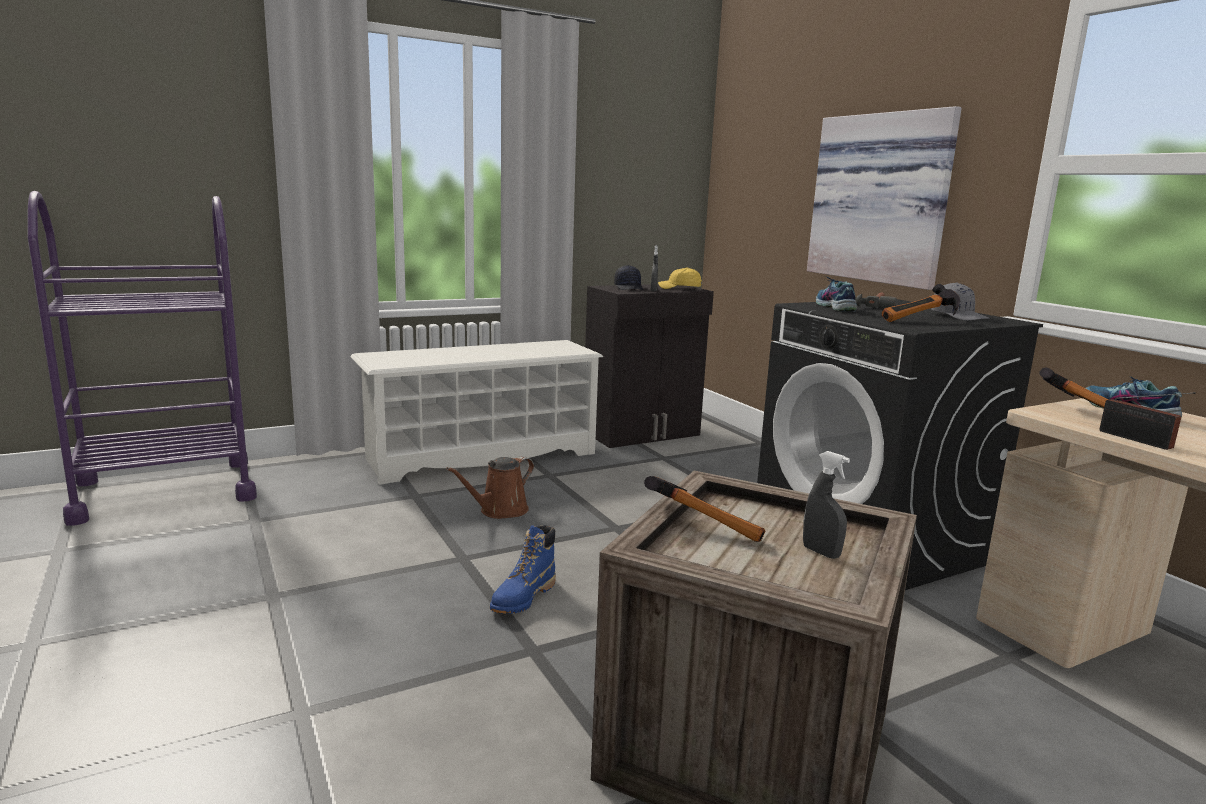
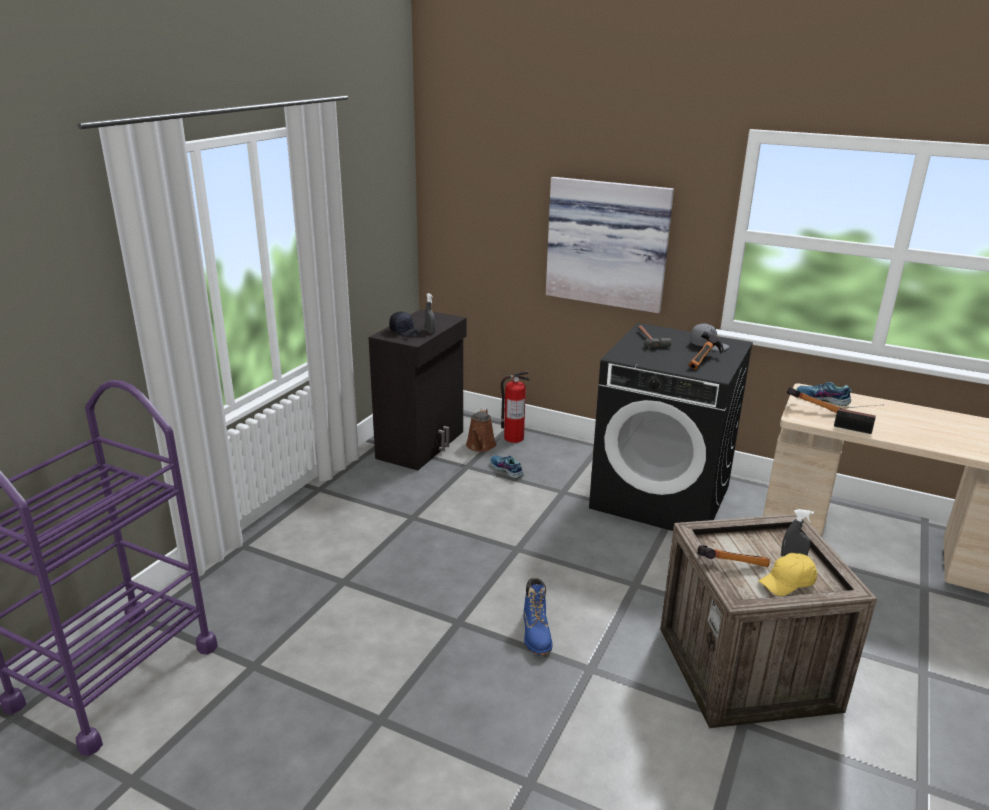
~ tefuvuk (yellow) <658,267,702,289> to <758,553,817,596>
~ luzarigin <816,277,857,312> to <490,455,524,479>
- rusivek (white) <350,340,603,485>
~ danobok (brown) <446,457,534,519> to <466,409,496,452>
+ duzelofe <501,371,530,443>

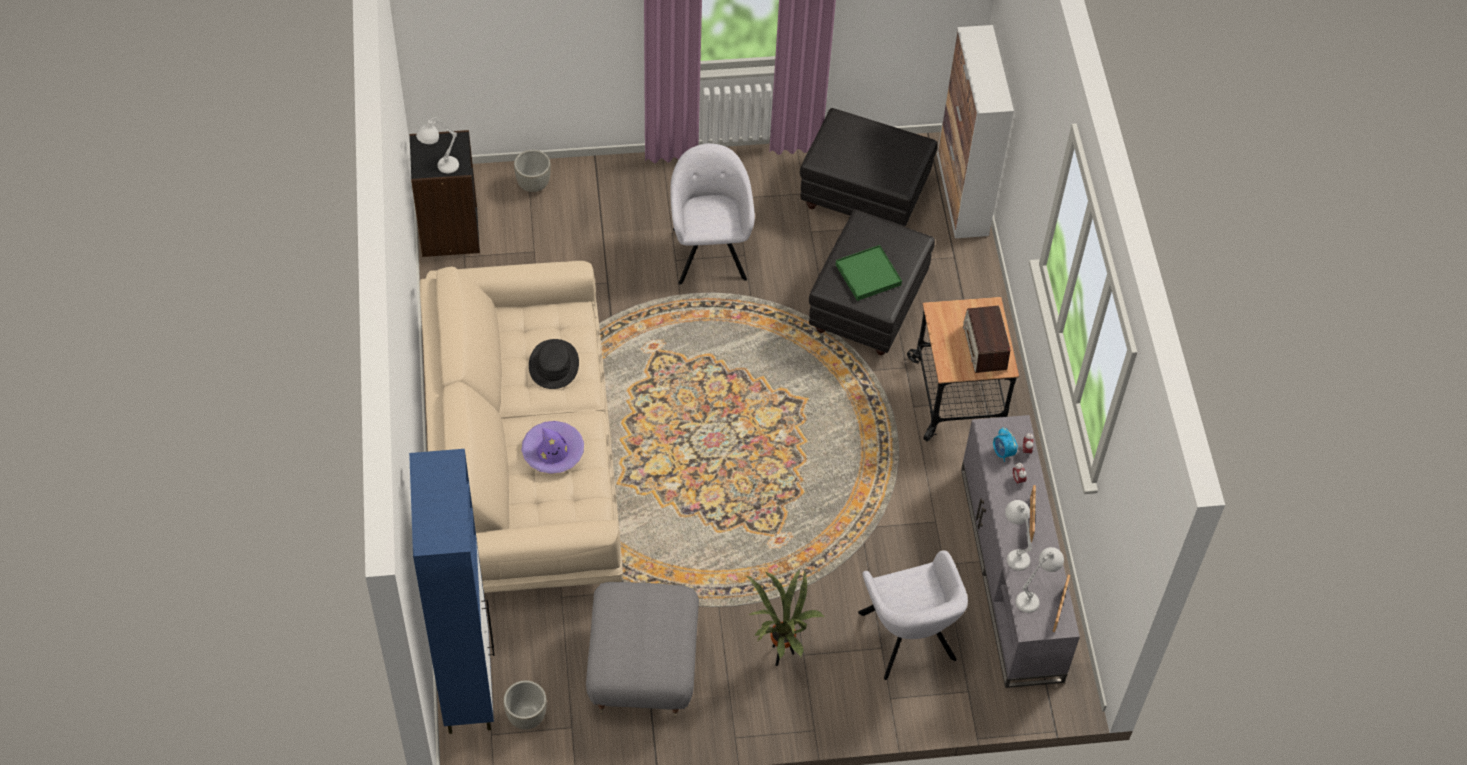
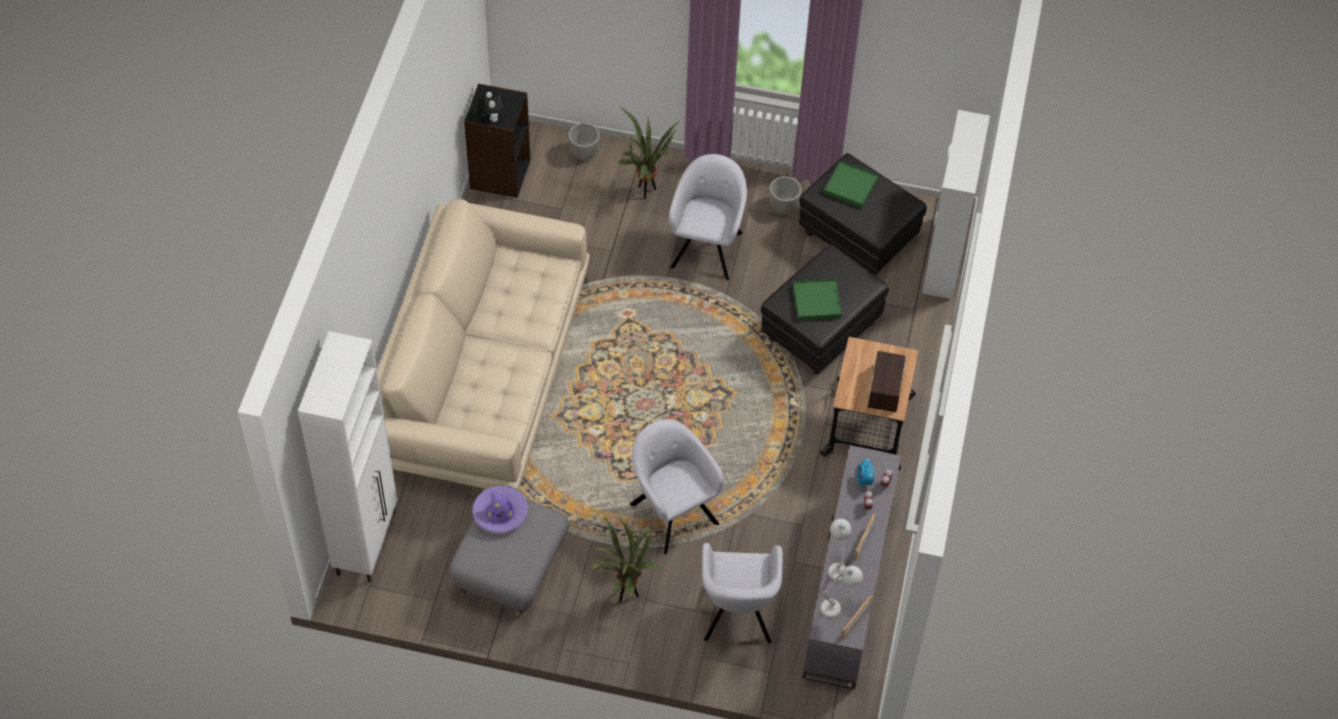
~ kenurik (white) <416,117,459,173> to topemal <478,92,503,122>
- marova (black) <529,339,579,389>
~ marova (purple) <522,421,584,474> to <472,485,528,533>
~ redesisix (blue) <409,449,494,734> to redesisix (white) <298,331,397,582>
~ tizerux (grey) <503,680,547,730> to <769,177,802,214>
+ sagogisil <617,106,678,199>
+ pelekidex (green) <823,160,879,208>
+ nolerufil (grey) <630,419,724,554>

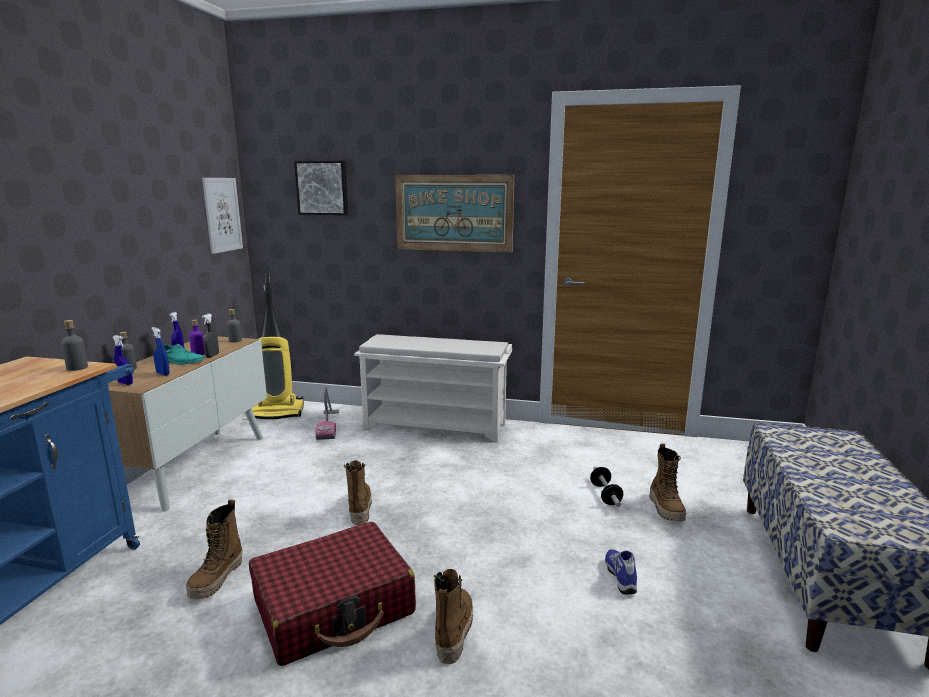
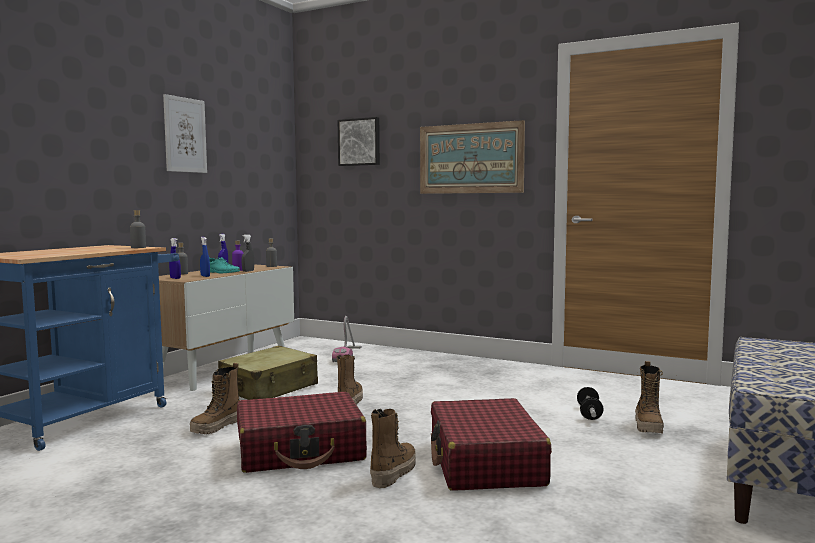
~ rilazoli <202,178,243,254> to <163,94,207,173>
- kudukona <252,273,304,420>
- rusivek (white) <354,334,512,442>
- luzarigin <605,549,637,595>
+ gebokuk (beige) <218,346,318,400>
+ gebokuk (red) <431,398,552,491>

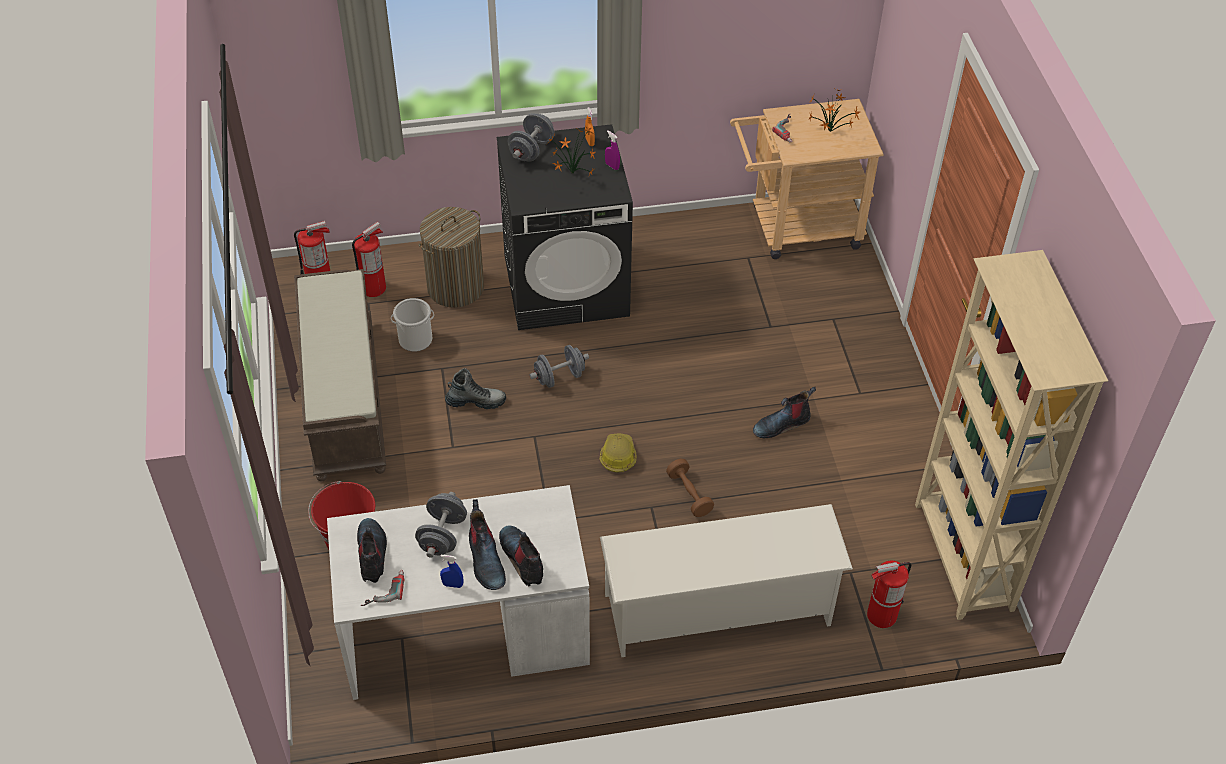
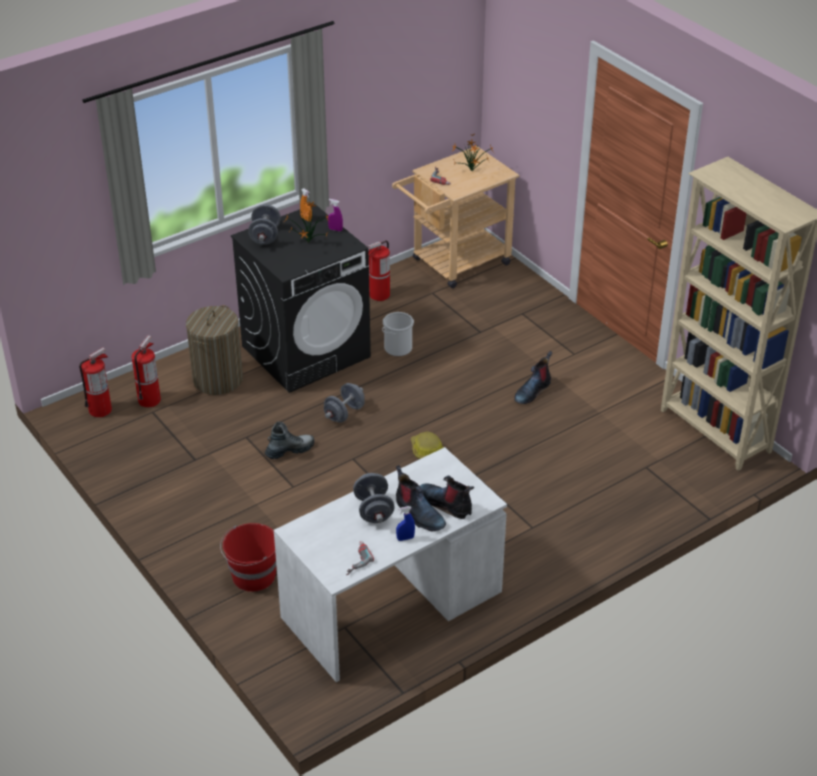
- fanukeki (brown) <294,269,386,482>
~ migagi <391,298,434,352> to <382,312,414,356>
- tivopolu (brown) <666,459,714,517>
- rusivek (white) <600,504,853,657>
- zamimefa <357,518,387,583>
~ duzelofe <867,561,911,628> to <367,240,391,301>

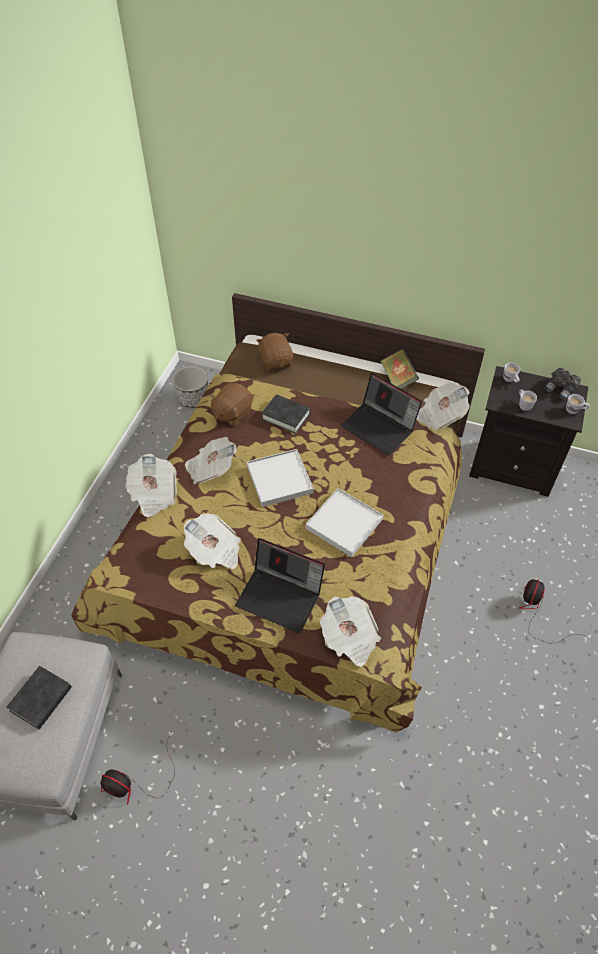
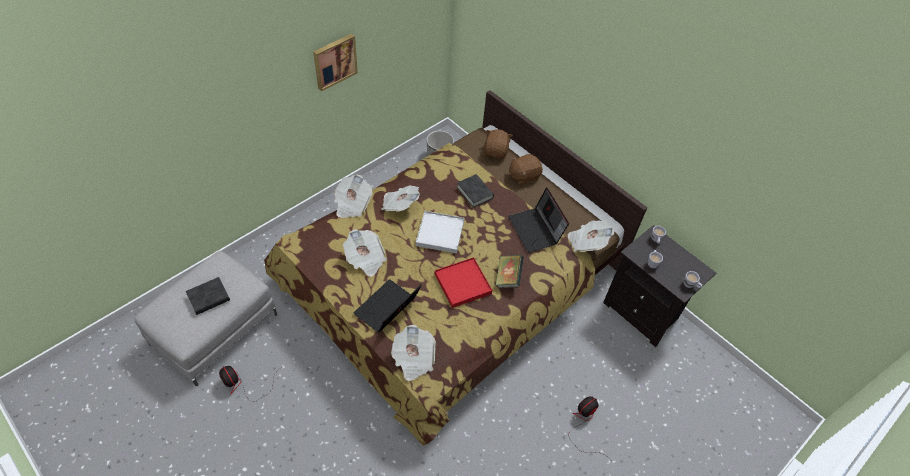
~ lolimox <381,349,419,389> to <496,255,524,288>
- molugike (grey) <545,368,581,400>
~ topemal (brown) <209,383,253,426> to <509,154,543,186>
~ pelekidex (white) <306,488,383,557> to pelekidex (red) <435,257,492,308>
~ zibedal <235,538,325,633> = <354,279,422,333> 75 degrees clockwise
+ rilazoli <313,33,358,92>

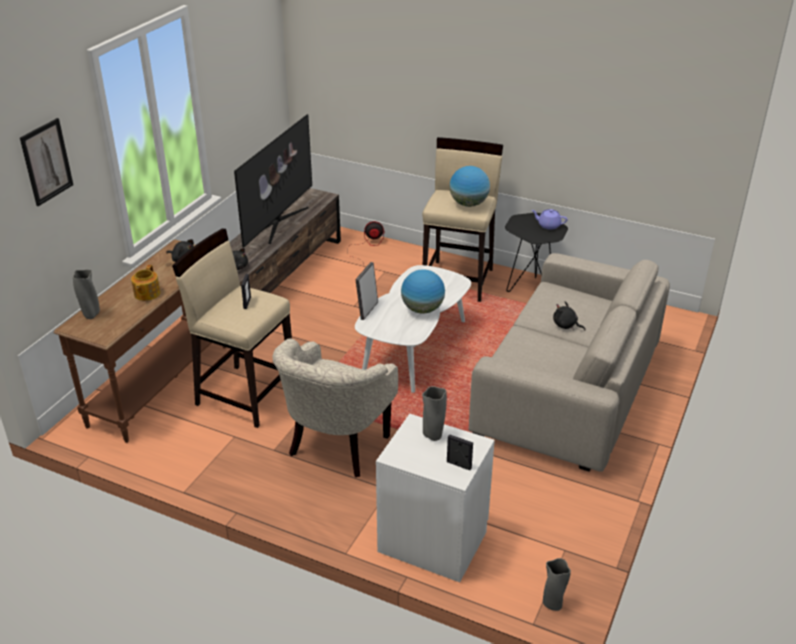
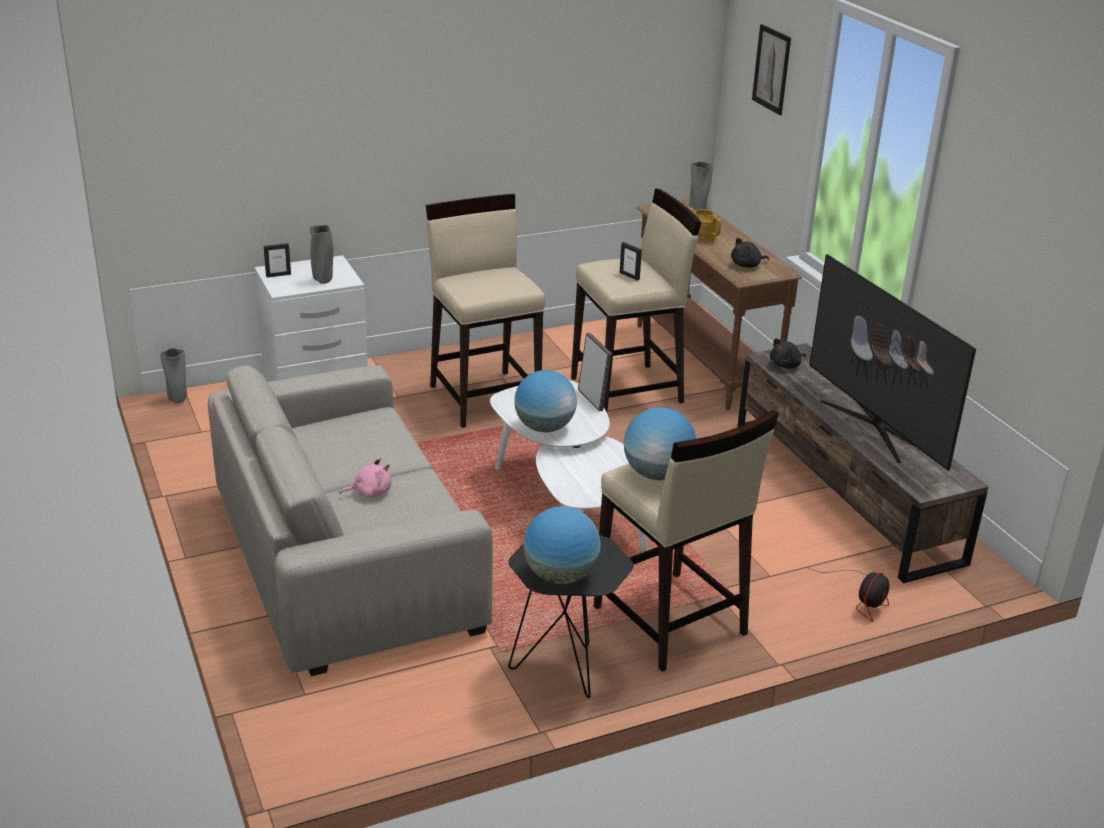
~ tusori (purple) <532,209,568,229> to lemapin <523,506,601,584>
~ topemal (black) <553,301,585,331> to topemal (pink) <339,458,392,498>
~ nolerufil (beige) <273,338,398,477> to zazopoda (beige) <426,194,545,428>

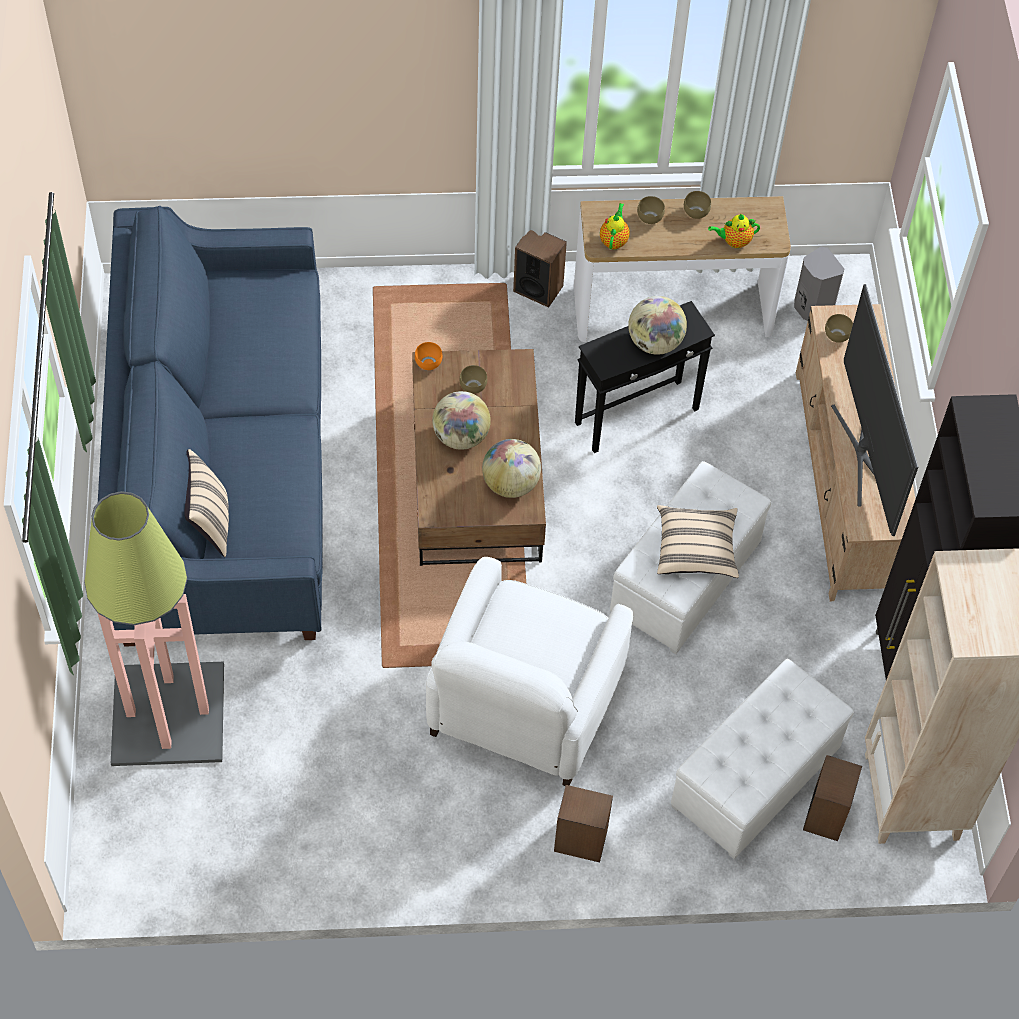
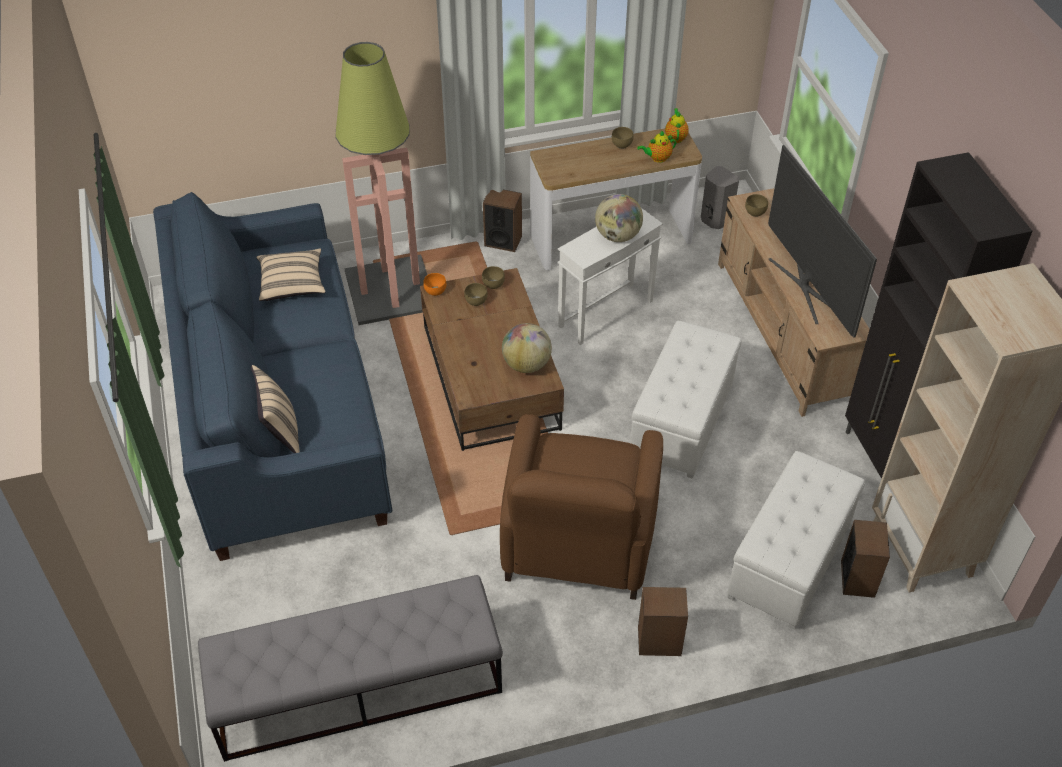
~ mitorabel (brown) <637,196,665,224> to <482,266,505,289>
~ tusori <600,203,630,249> to <665,108,689,143>
~ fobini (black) <575,301,715,453> to fobini (white) <558,208,663,345>
- lemapin <432,391,491,450>
~ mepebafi <84,491,224,766> to <335,42,427,325>
~ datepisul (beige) <657,505,739,578> to <256,248,326,301>
~ nolerufil (white) <426,557,633,786> to nolerufil (brown) <500,414,663,600>
+ fanukeki (grey) <198,575,503,762>

